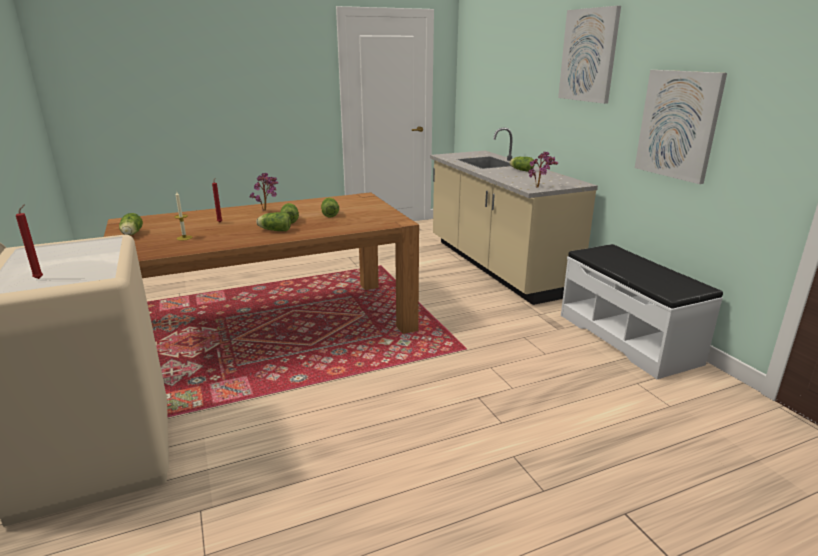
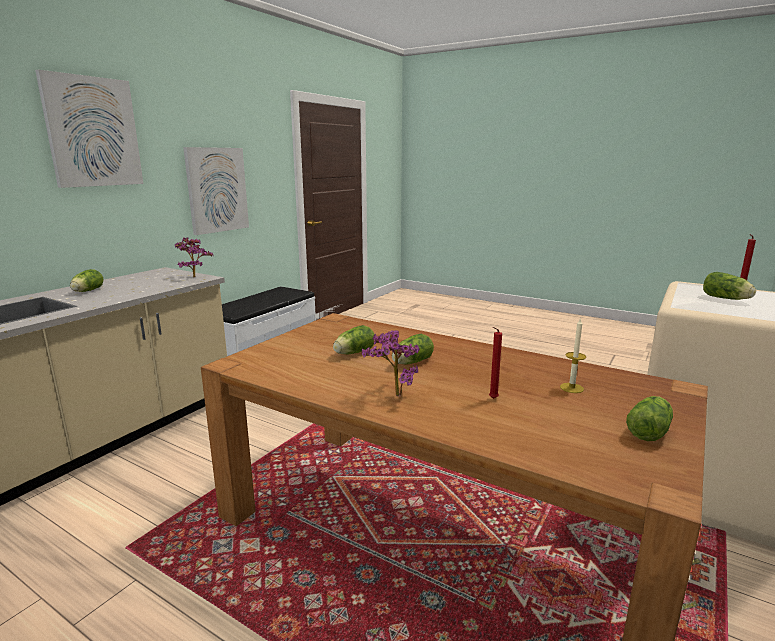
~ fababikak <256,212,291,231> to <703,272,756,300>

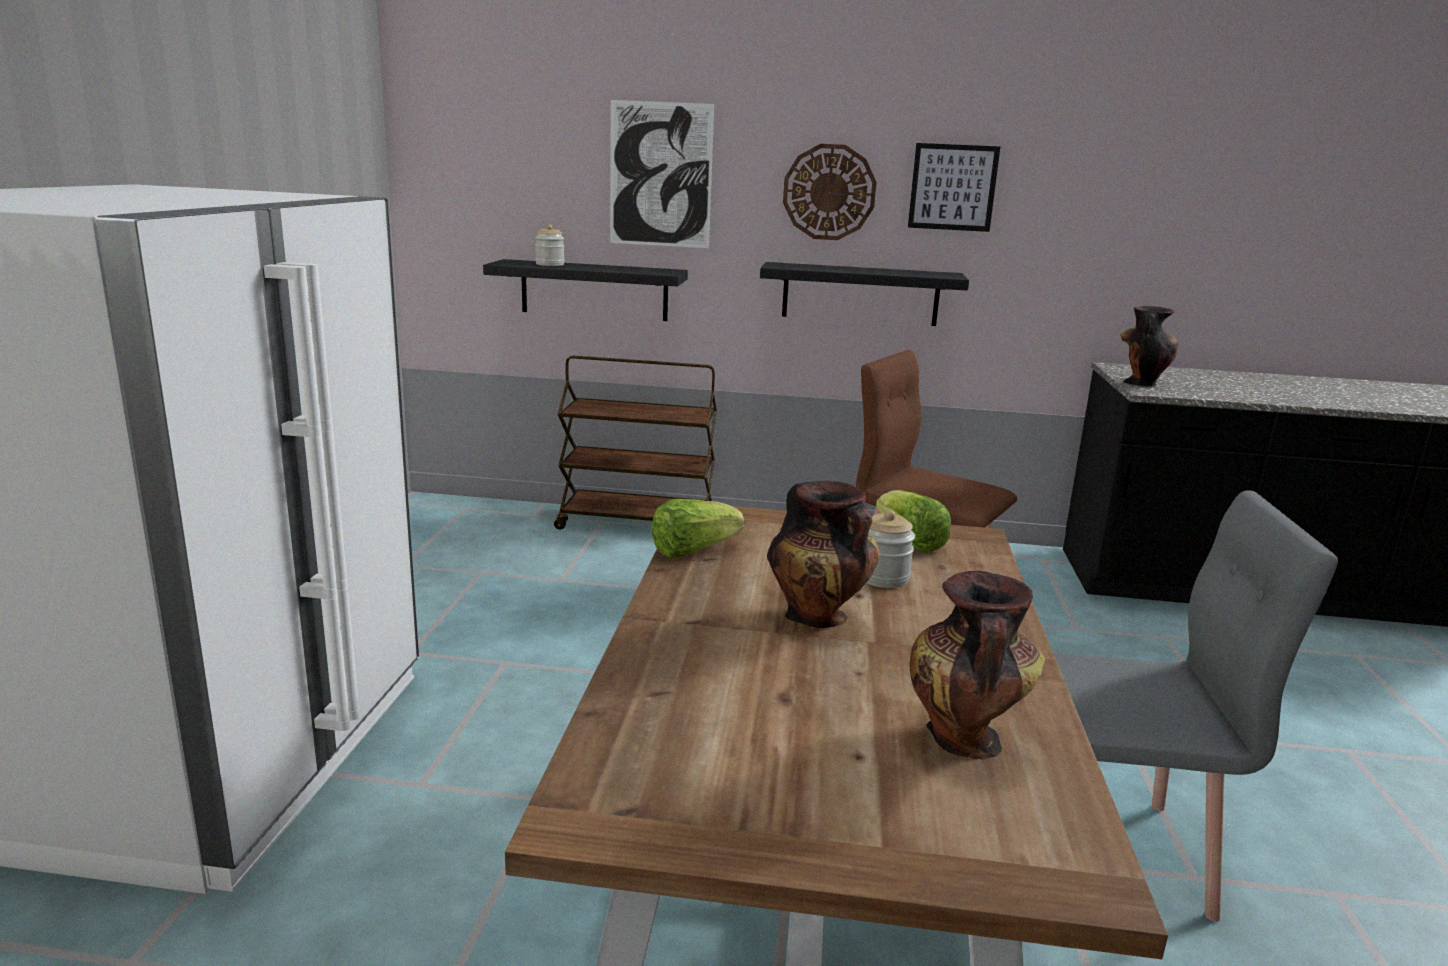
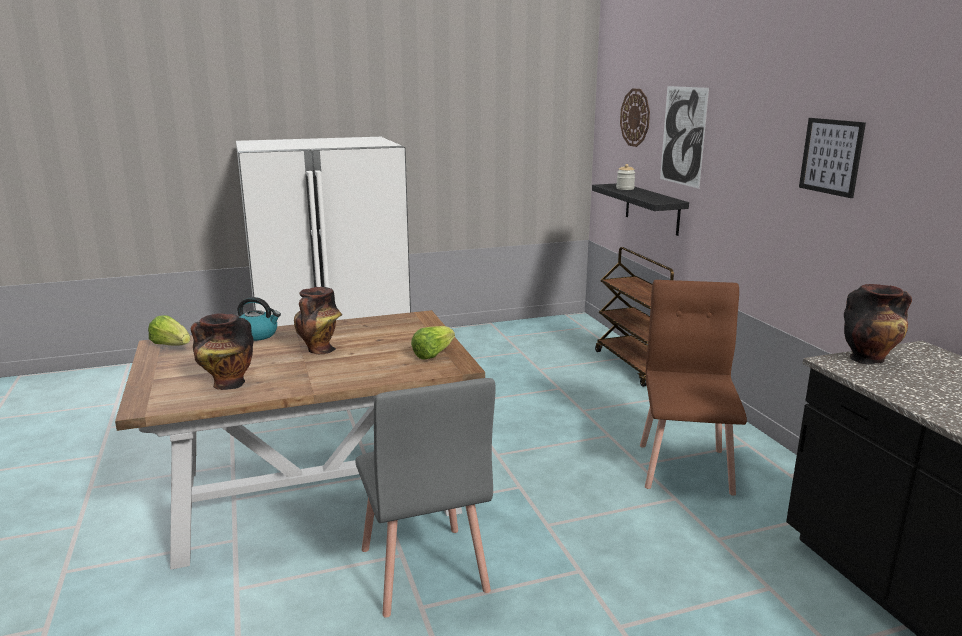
~ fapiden <783,144,877,240> to <620,88,650,147>
- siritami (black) <760,262,969,326>
~ fababikak <652,499,744,557> to <148,315,191,346>
- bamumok <866,510,915,588>
+ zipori <238,297,281,341>

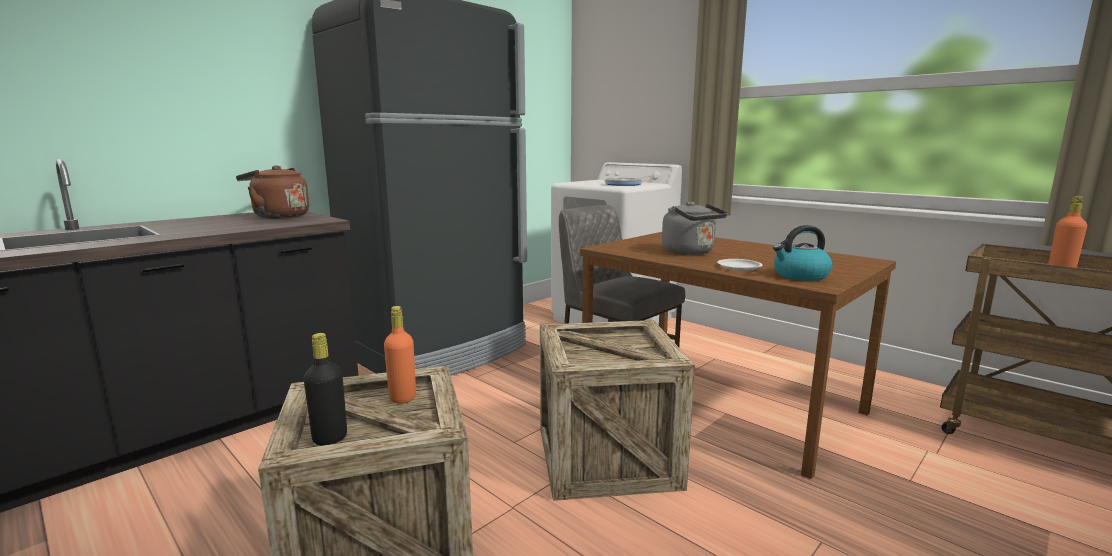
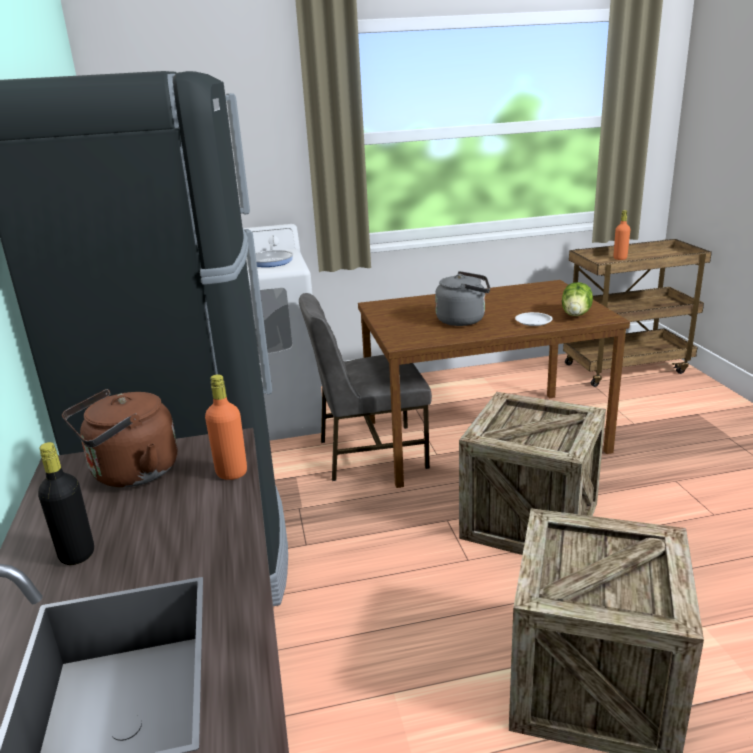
~ zipori <773,225,833,281> to fababikak <562,282,593,316>
~ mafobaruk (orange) <384,306,416,404> to <205,375,247,480>
~ mafobaruk (black) <304,333,347,446> to <38,442,94,565>

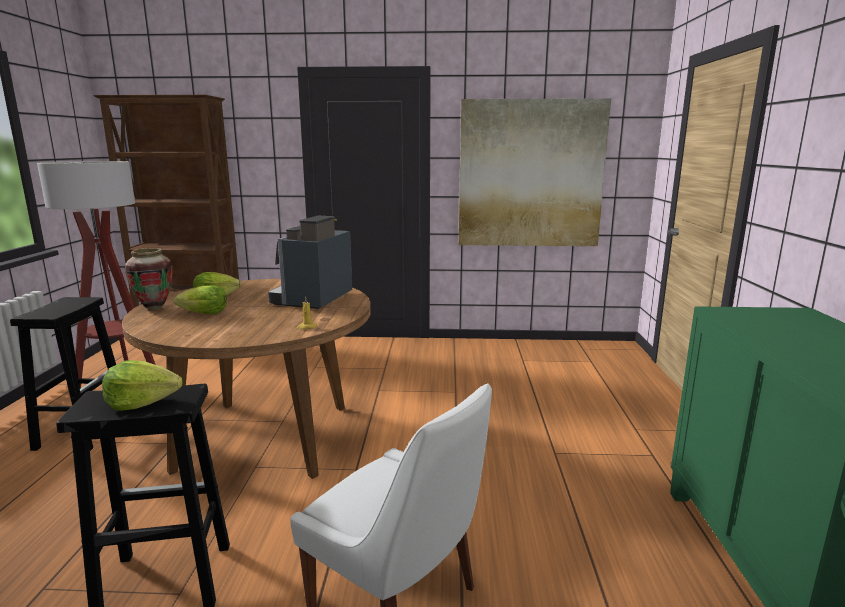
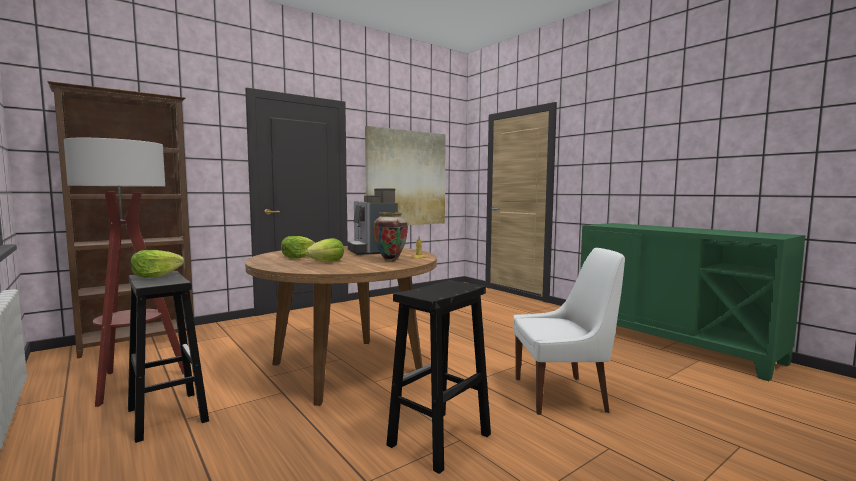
~ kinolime <125,248,173,310> to <373,212,408,261>
~ fababikak <102,360,183,411> to <130,250,184,278>

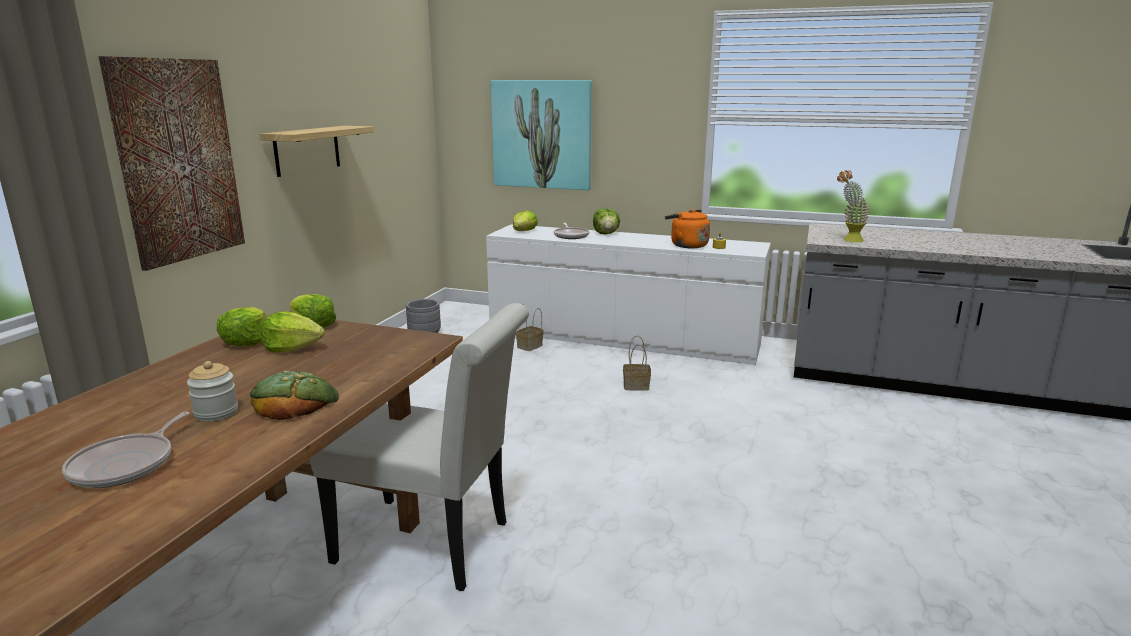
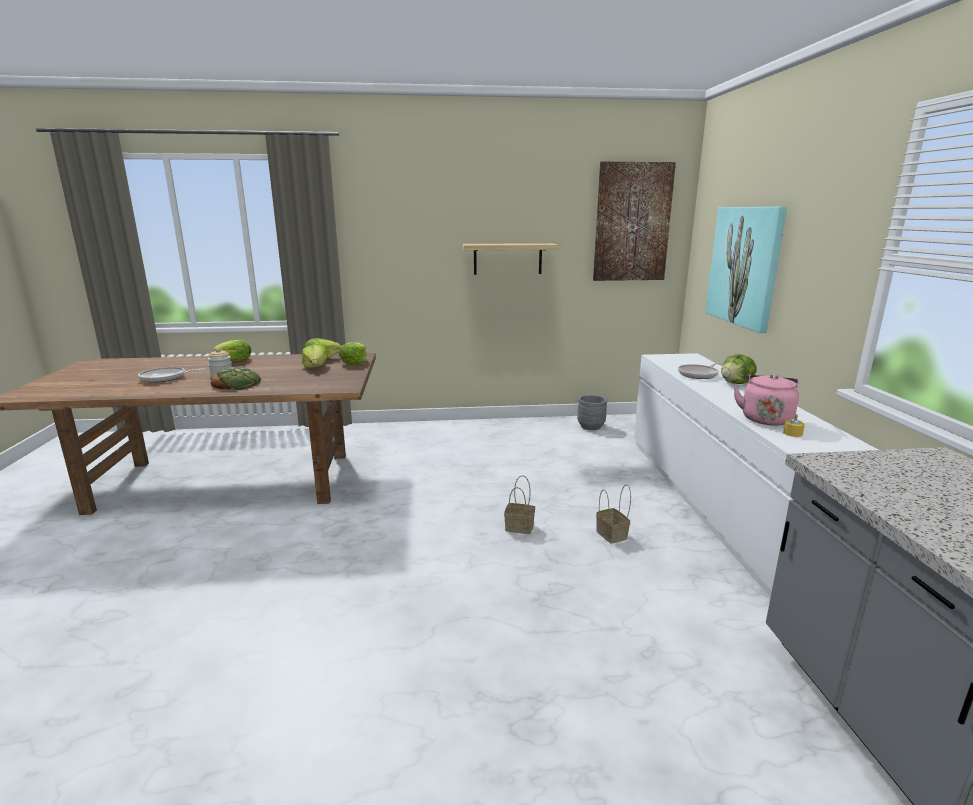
~ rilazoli <99,56,245,271> to <593,162,676,281>
- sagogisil <837,170,869,242>
~ zipori (orange) <665,209,710,248> to zipori (pink) <734,374,799,426>
~ fababikak <513,211,538,231> to <213,340,251,361>
- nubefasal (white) <310,303,529,591>
~ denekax <516,304,544,351> to <504,475,535,534>

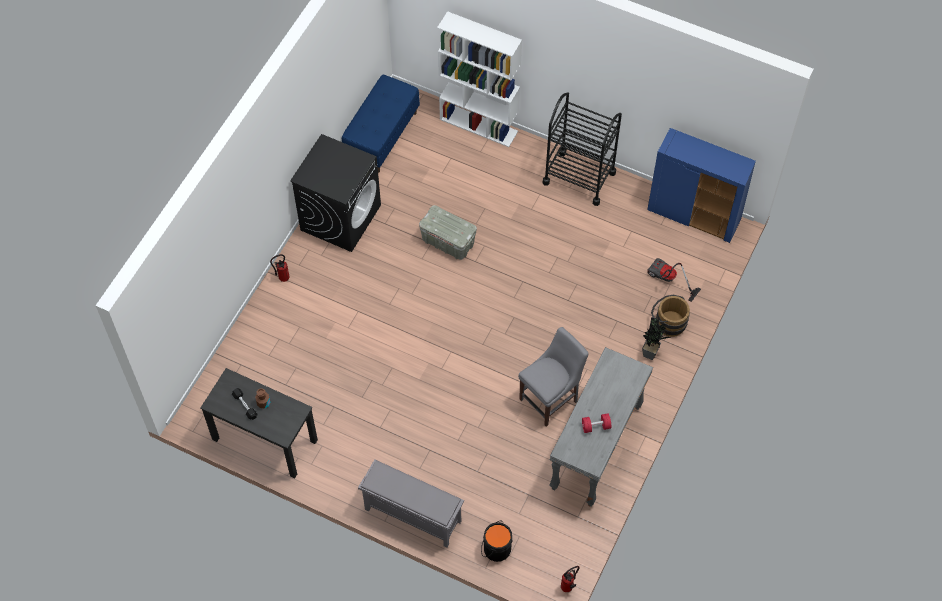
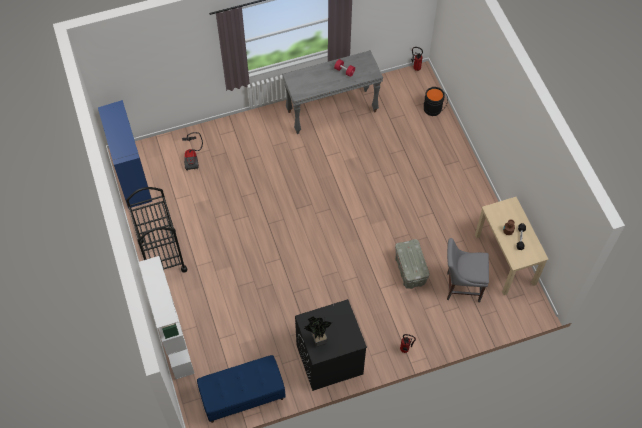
~ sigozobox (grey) <419,205,477,260> to <395,239,430,289>
- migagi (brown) <651,294,690,337>
~ sagogisil <642,317,671,360> to <304,316,332,347>
~ nubefasal (grey) <518,327,589,427> to <447,238,489,302>
~ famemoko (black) <200,368,318,478> to famemoko (beige) <475,197,549,295>
- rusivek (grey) <358,459,464,548>

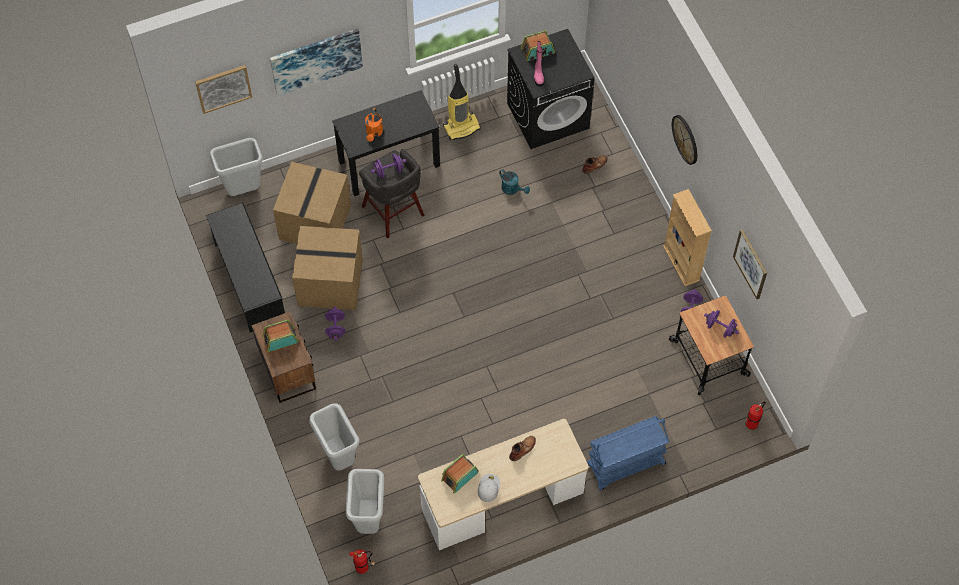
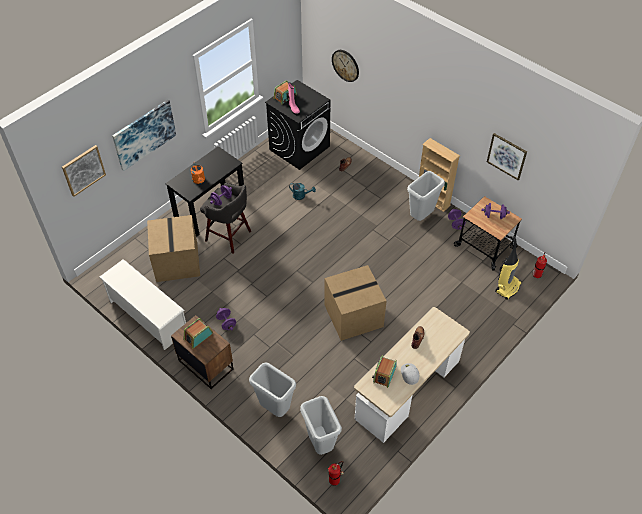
~ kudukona <443,64,481,140> to <495,236,522,300>
~ fapiden <672,115,697,165> to <332,50,359,82>
~ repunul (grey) <209,138,263,196> to <407,171,445,221>
~ rusivek (black) <206,202,285,332> to rusivek (white) <99,259,186,350>
~ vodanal <292,226,363,310> to <324,265,387,341>
- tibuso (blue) <587,416,669,490>

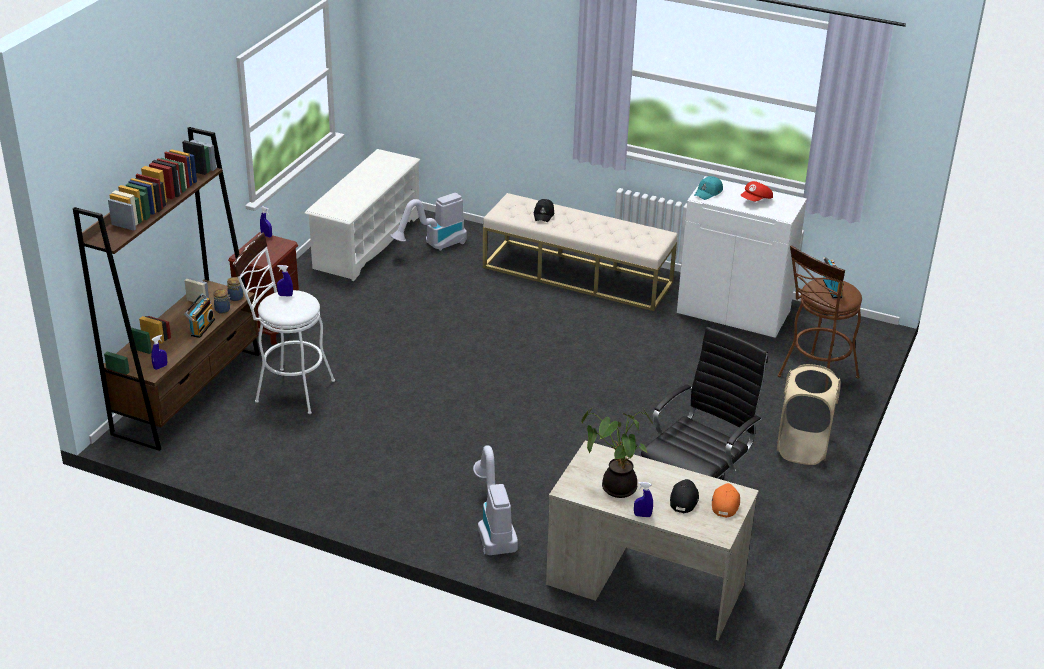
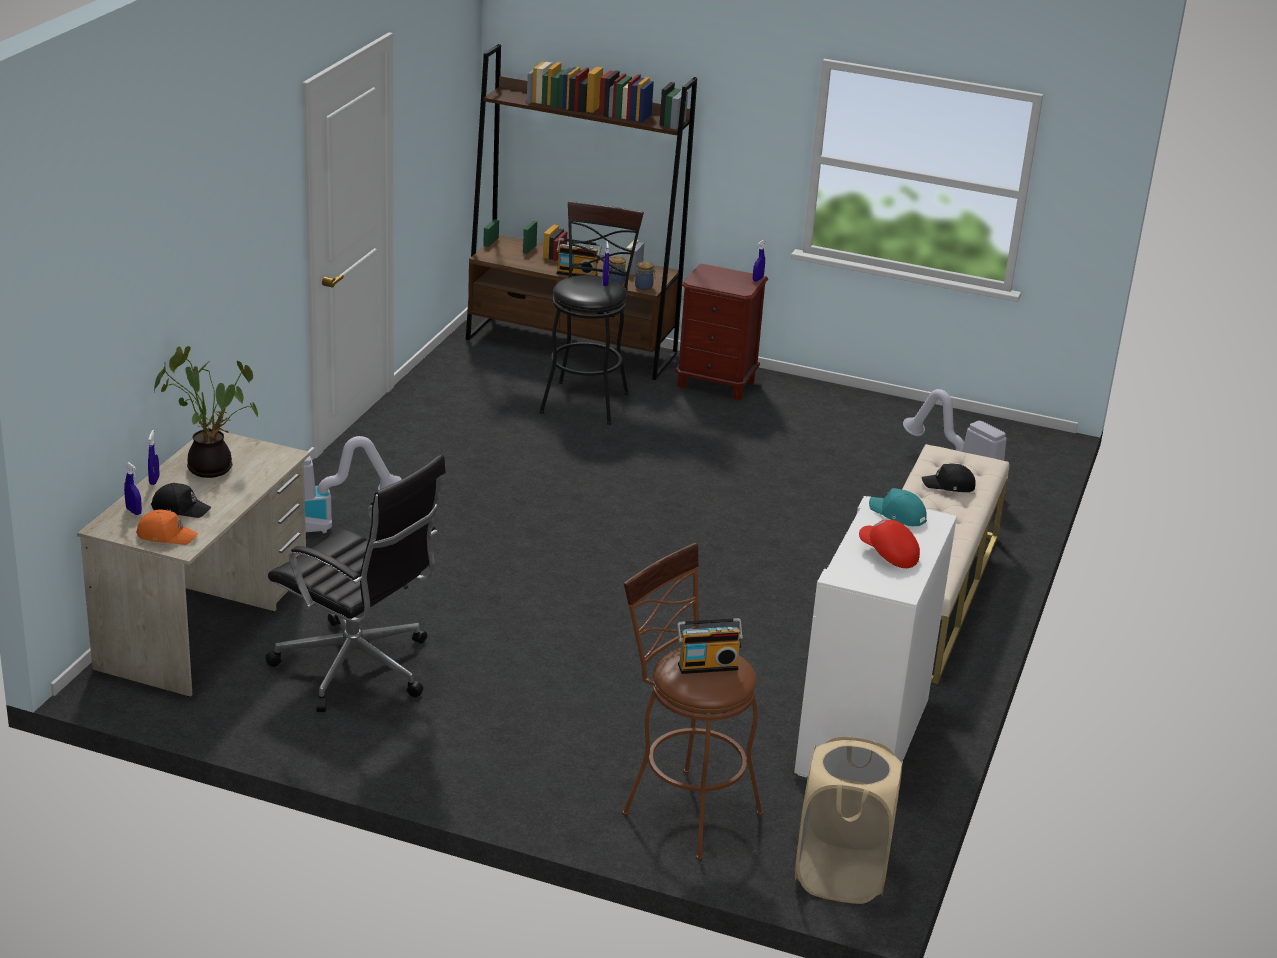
- rusivek (white) <305,149,420,281>
~ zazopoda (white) <232,233,335,414> to zazopoda (black) <539,201,644,425>
~ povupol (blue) <151,335,167,370> to <124,462,142,515>
~ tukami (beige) <777,364,841,465> to <795,736,903,904>

